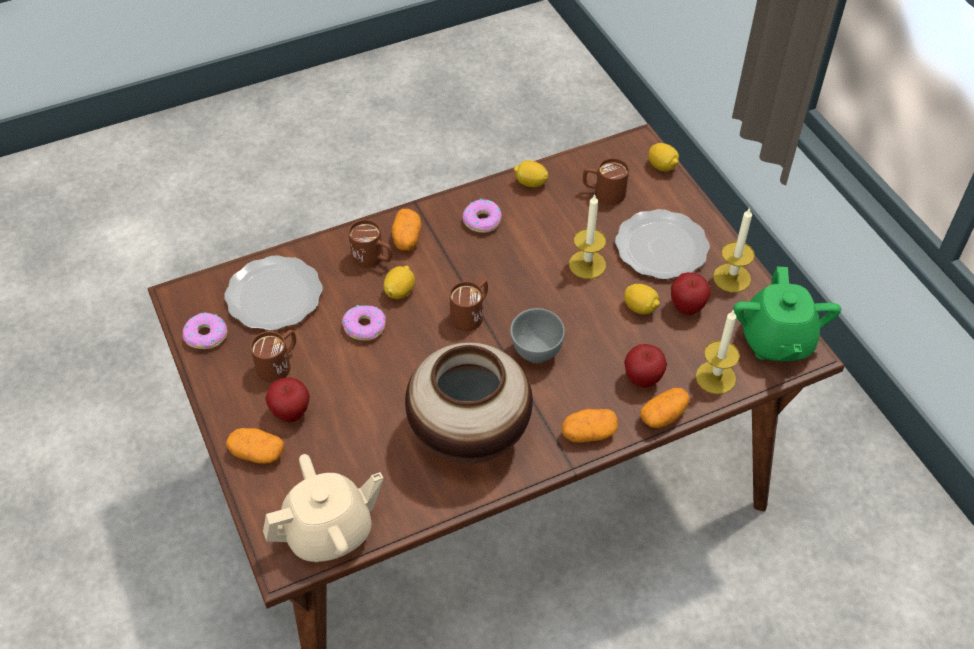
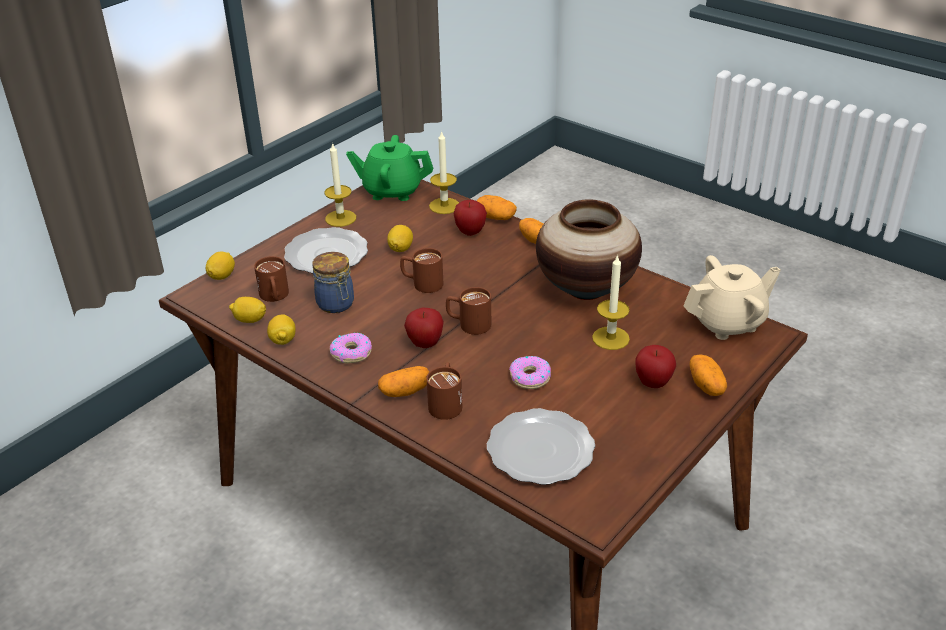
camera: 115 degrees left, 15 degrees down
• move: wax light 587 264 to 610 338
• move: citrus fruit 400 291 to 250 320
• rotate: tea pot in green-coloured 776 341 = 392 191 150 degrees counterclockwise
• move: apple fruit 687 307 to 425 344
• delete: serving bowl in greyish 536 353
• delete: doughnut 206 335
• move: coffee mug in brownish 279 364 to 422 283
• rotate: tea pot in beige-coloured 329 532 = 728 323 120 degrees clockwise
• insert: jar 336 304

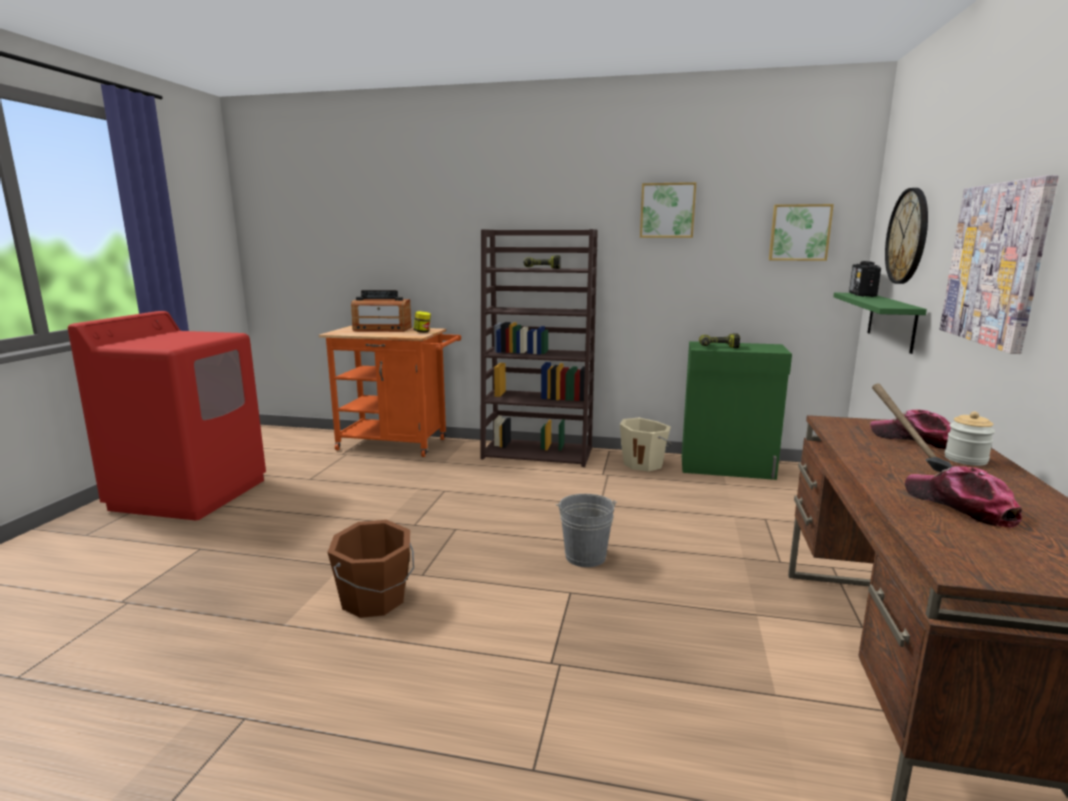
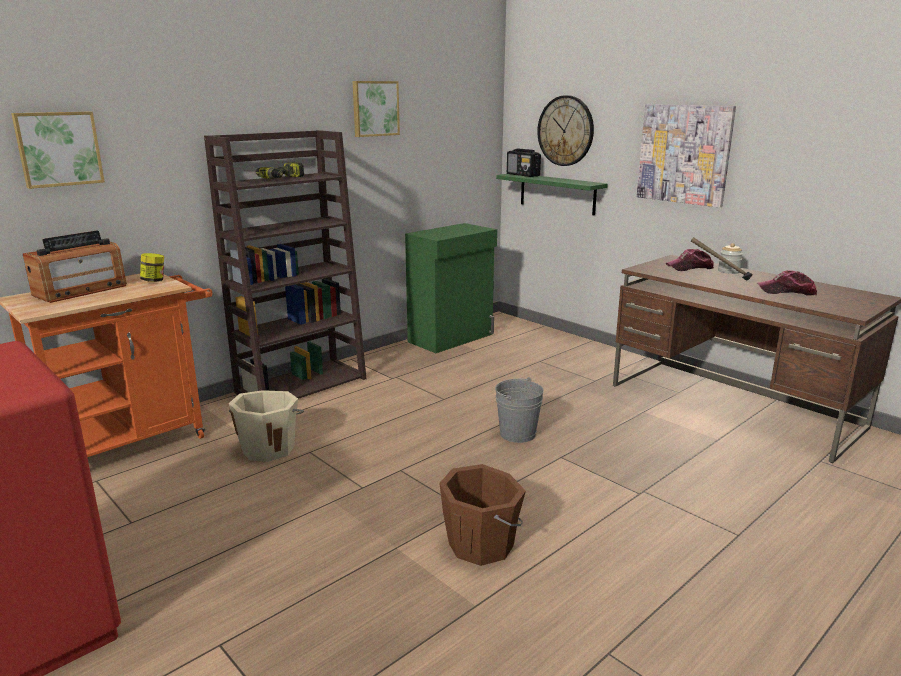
camera: 55 degrees left, 5 degrees up
• move: wall picture 799 232 to 58 149
• delete: drill 718 347
• move: water bucket in beige-coloured 644 463 to 269 448

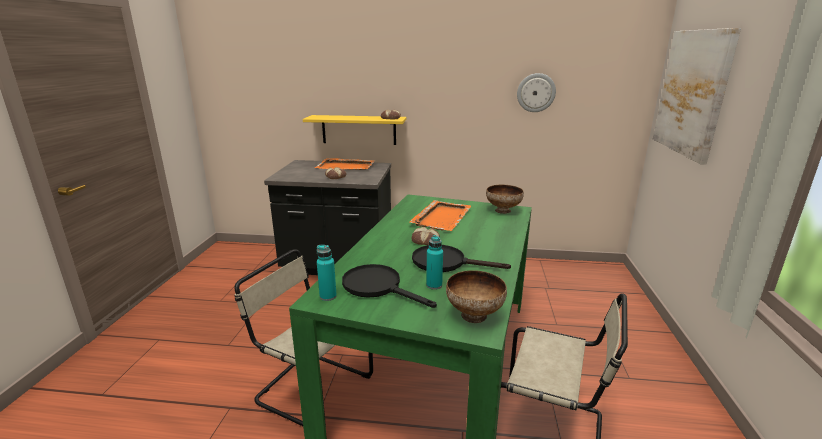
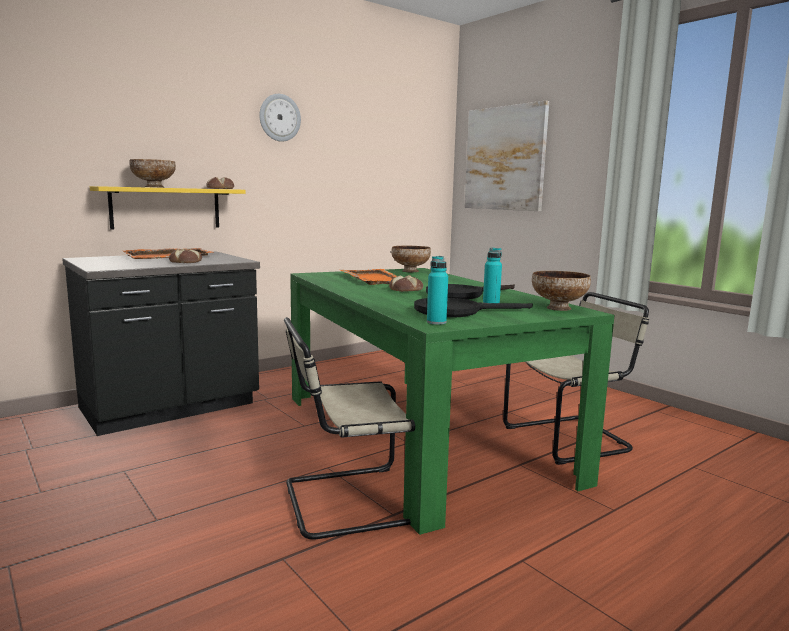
camera: 45 degrees left, 10 degrees down
• move: wall clock 536 92 to 279 117
• insert: serving bowl 153 187

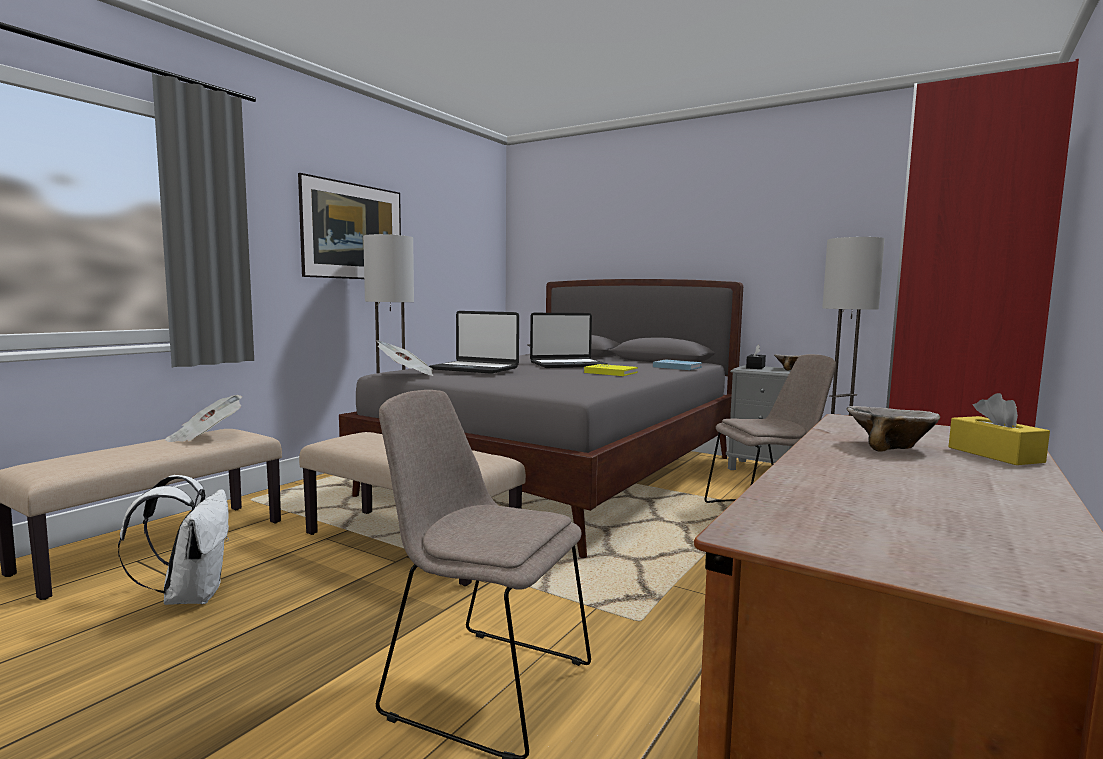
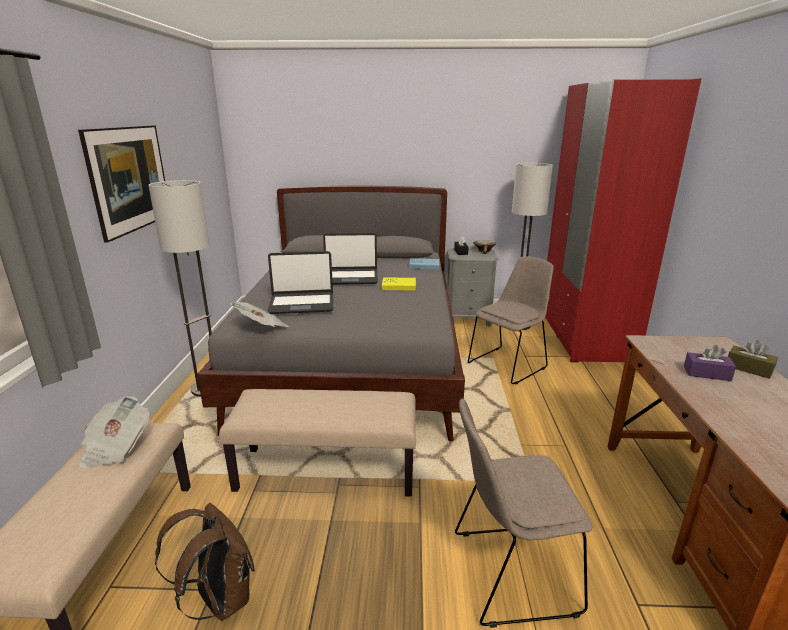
camera: 30 degrees left, 15 degrees up
• rotate: laptop 567 365 = 350 278 45 degrees clockwise
• recolor: tissue box in yellow 994 454 to tissue box in brownish 748 368
• replace: serving bowl 889 446 to tissue box in purple 706 373
• recolor: knapsack in whitish 190 596 to knapsack in brownish 219 599

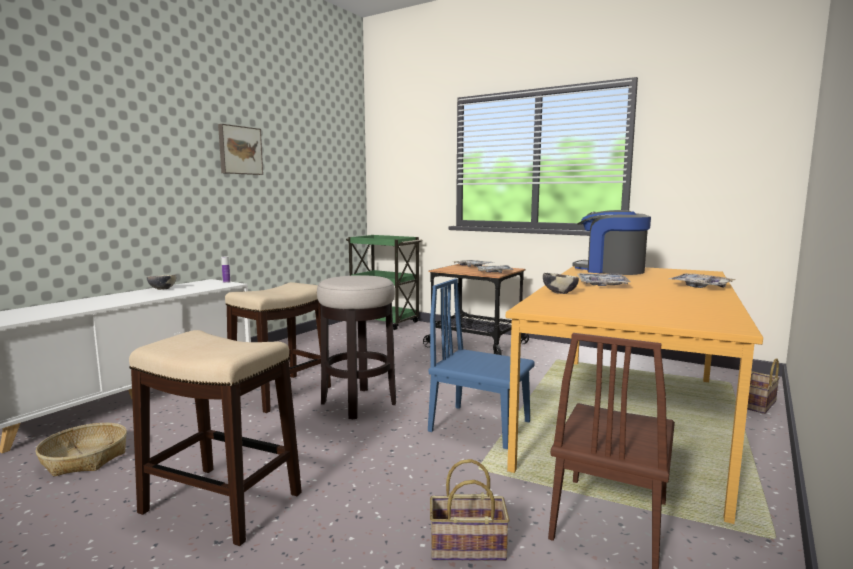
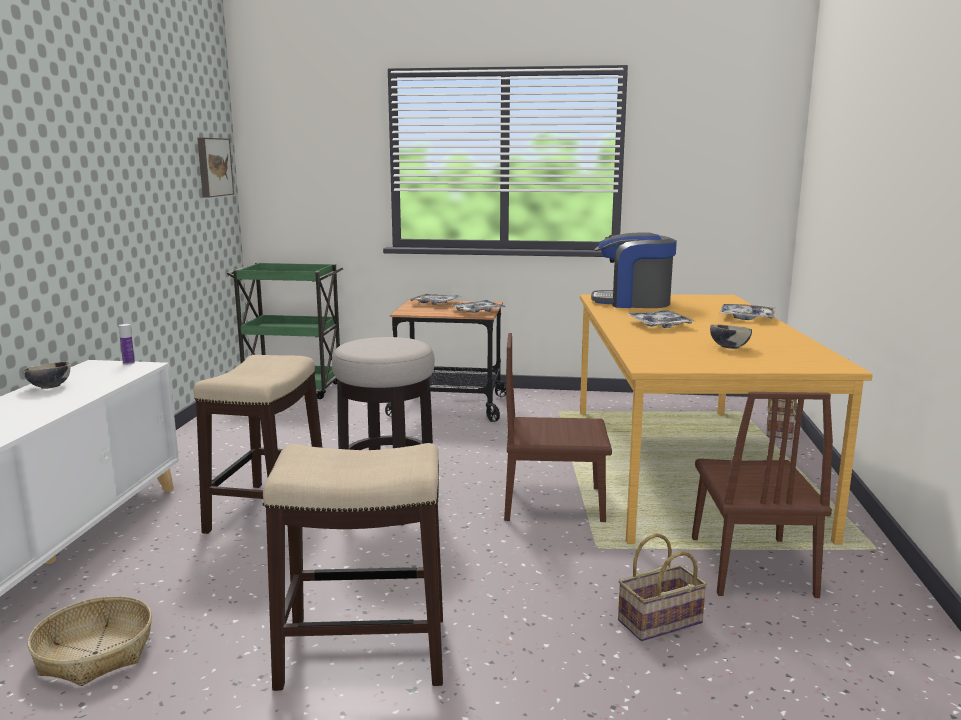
camera: 25 degrees left, 5 degrees up
• move: wall picture 239 150 to 213 167
• move: serving bowl 559 293 to 728 347
• recolor: chair in bluish 480 426 to chair in brownish 554 504

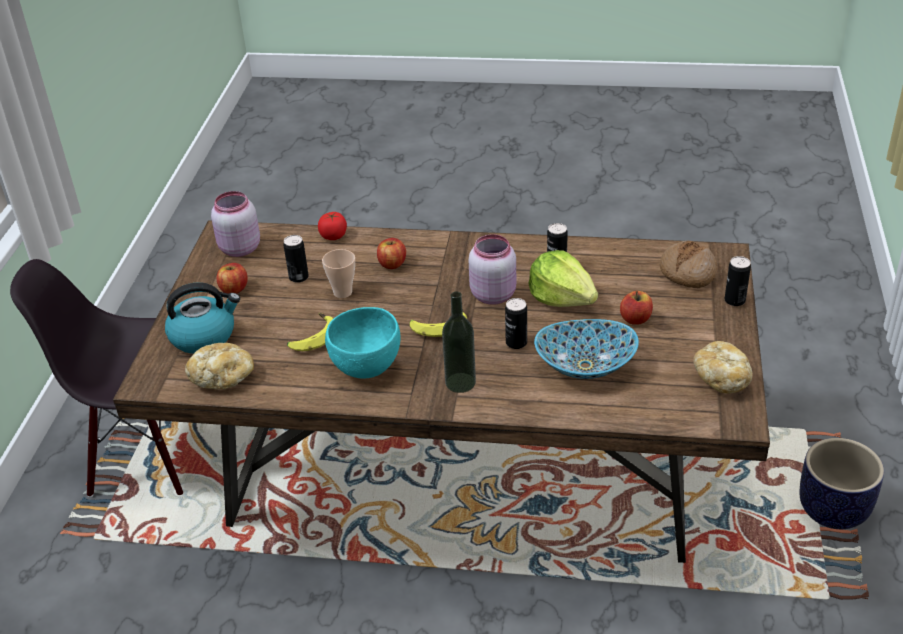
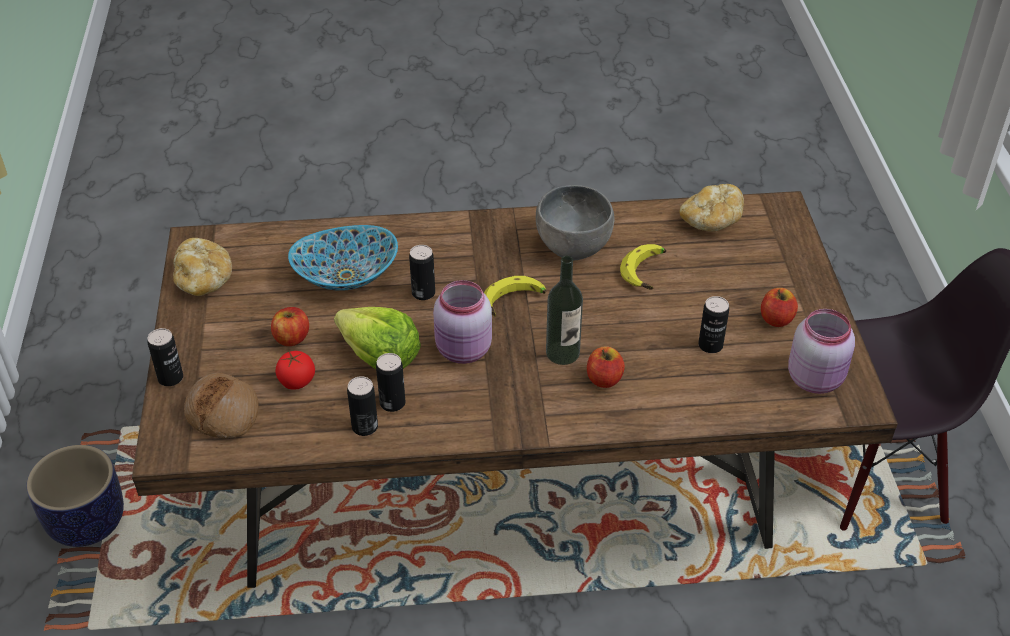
camera: 165 degrees right, 5 degrees up
• move: fresh tomato 333 236 to 296 381
• delete: drinking cup 342 292
• delete: tea kettle 204 336
• move: bottle 460 382 to 562 353
• recolor: serving bowl in turquoise 366 367 to serving bowl in greyish 573 249
• insert: can 365 427

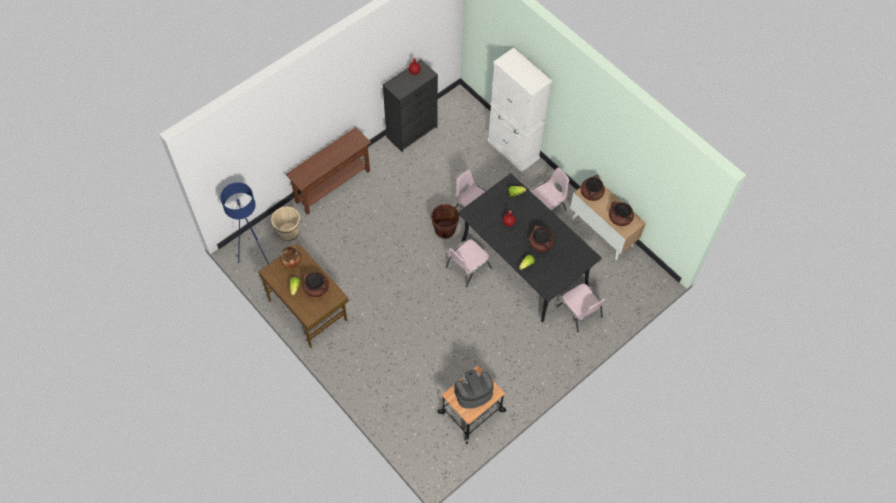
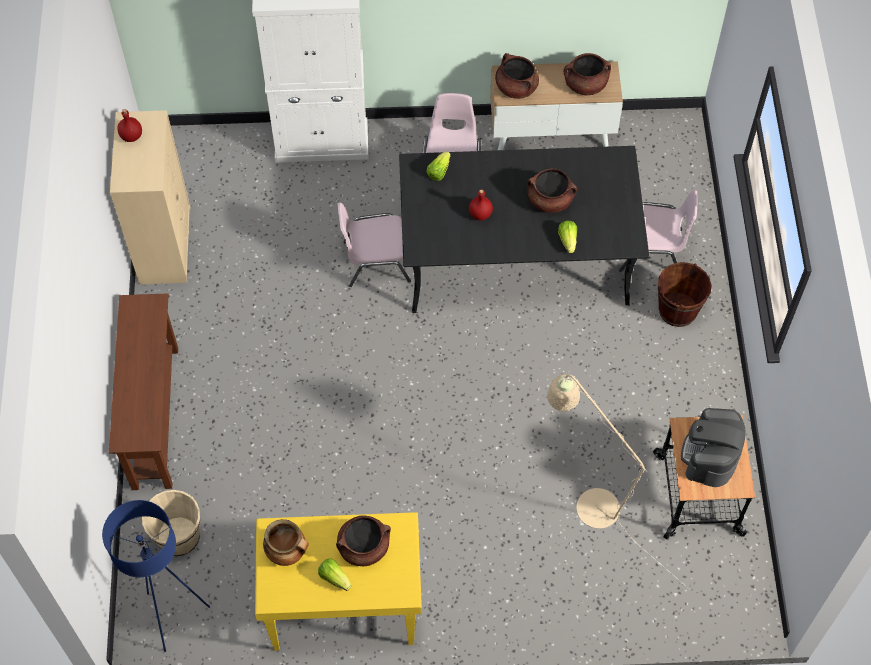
camera: 50 degrees left, 0 degrees up
• recolor: dresser in blackish 412 132 to dresser in beige-coloured 165 244
• move: water bucket in brownish 445 230 to 677 310
• delete: chair in pinkish 467 267
• recolor: desk unit in brownish 308 309 to desk unit in yellow 342 602
• insert: standing lamp in beige-coloured 589 500

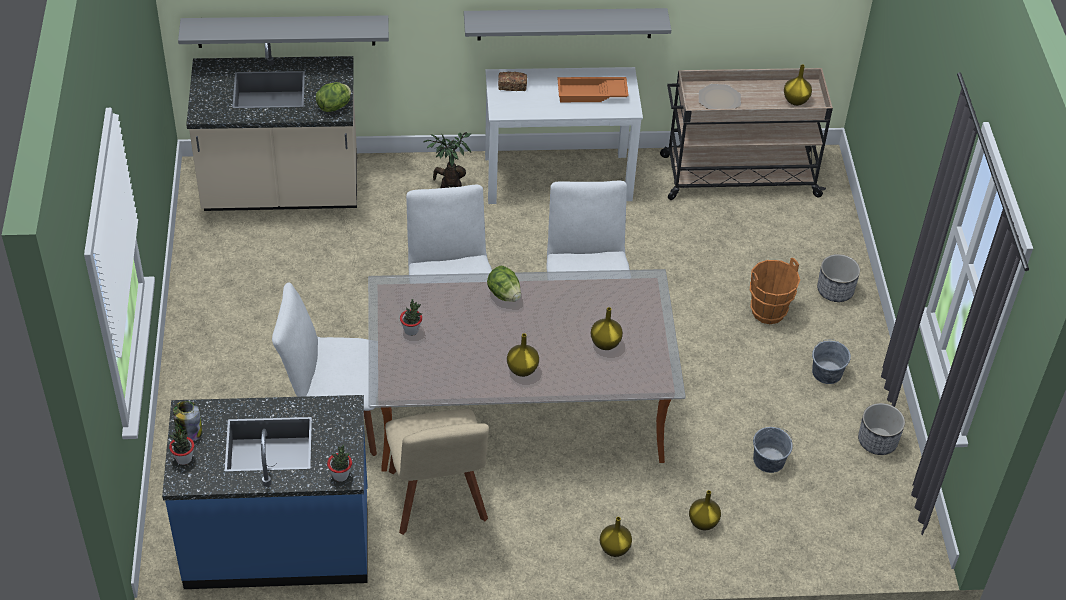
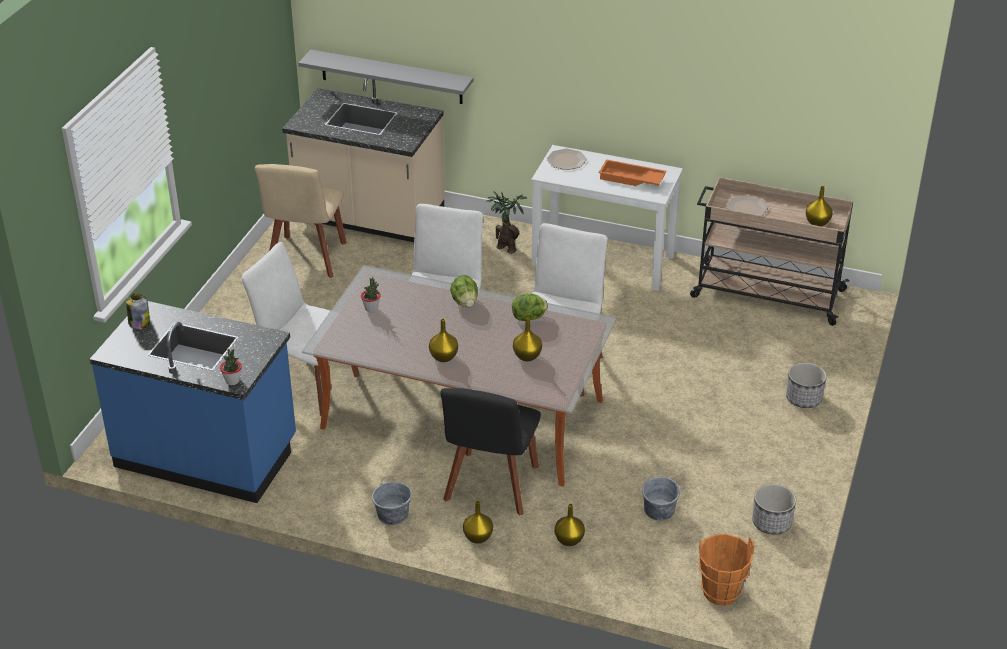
camera: 25 degrees right, 10 degrees down
• delete: wall shelf in greyish 565 24
• replace: bakery bread 512 86 to flat dish 567 160
• move: lettuce head 335 106 to 529 318
• move: water bucket in orangey 768 312 to 721 592
• move: water bucket in greyish 826 372 to 392 514
• move: chair in beige-coloured 438 500 to 306 259
• delete: potted plant 184 458
• insert: chair in blackish 491 487

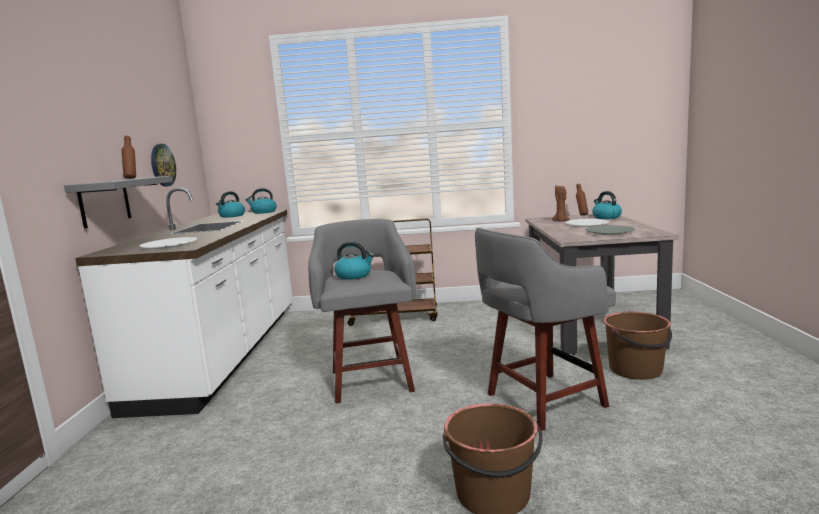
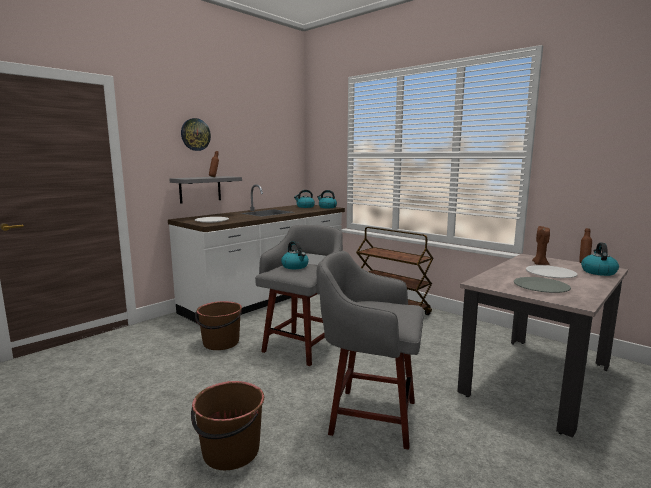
camera: 40 degrees right, 0 degrees up
• move: wall clock 162 165 to 195 134
• move: water bucket in brownish 636 370 to 221 343

